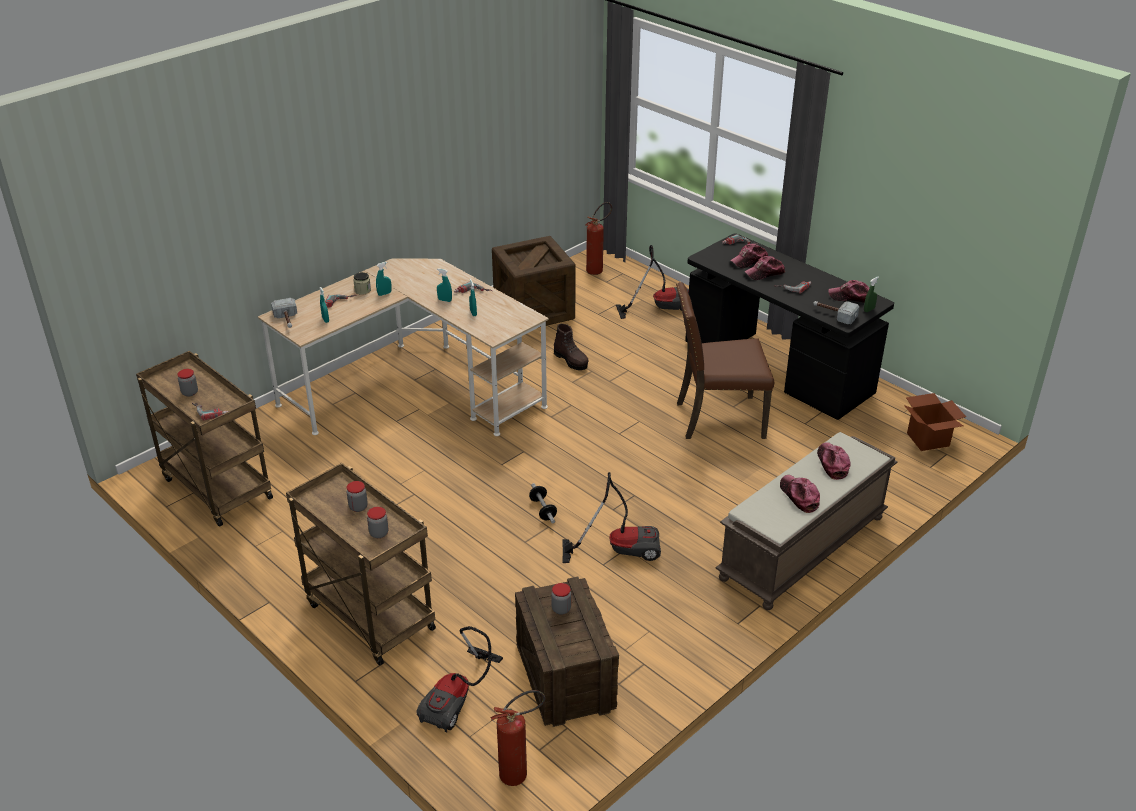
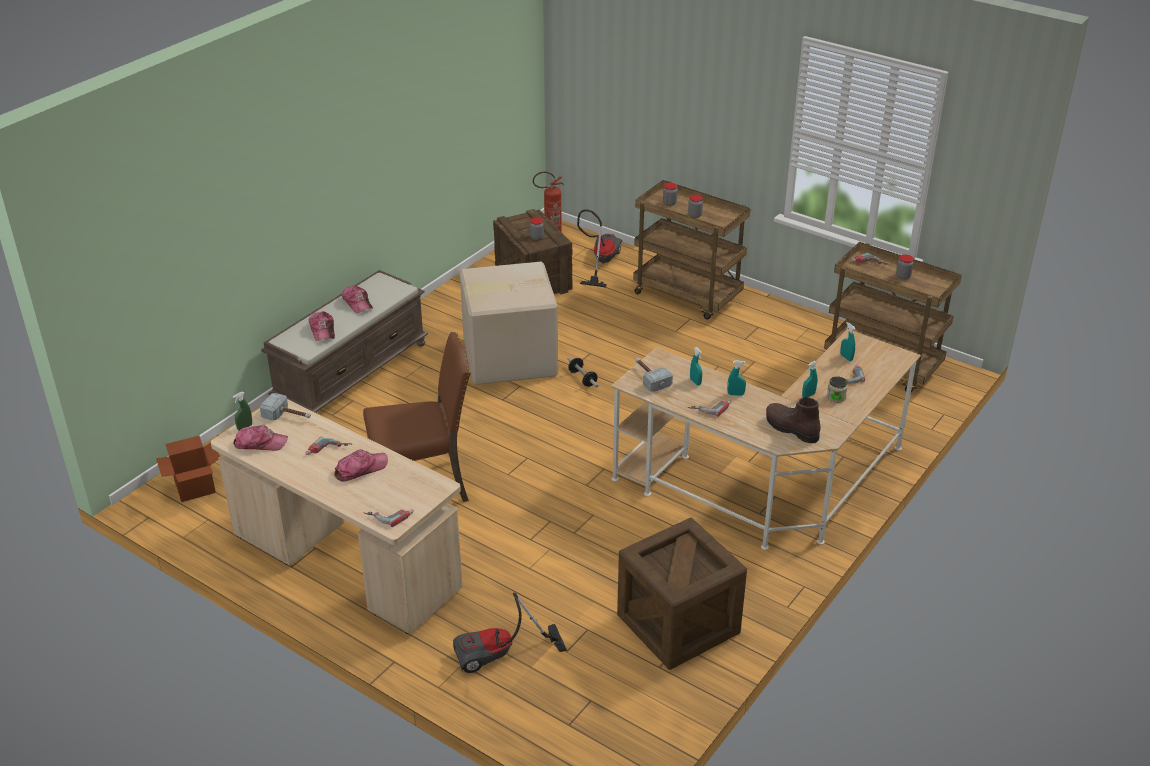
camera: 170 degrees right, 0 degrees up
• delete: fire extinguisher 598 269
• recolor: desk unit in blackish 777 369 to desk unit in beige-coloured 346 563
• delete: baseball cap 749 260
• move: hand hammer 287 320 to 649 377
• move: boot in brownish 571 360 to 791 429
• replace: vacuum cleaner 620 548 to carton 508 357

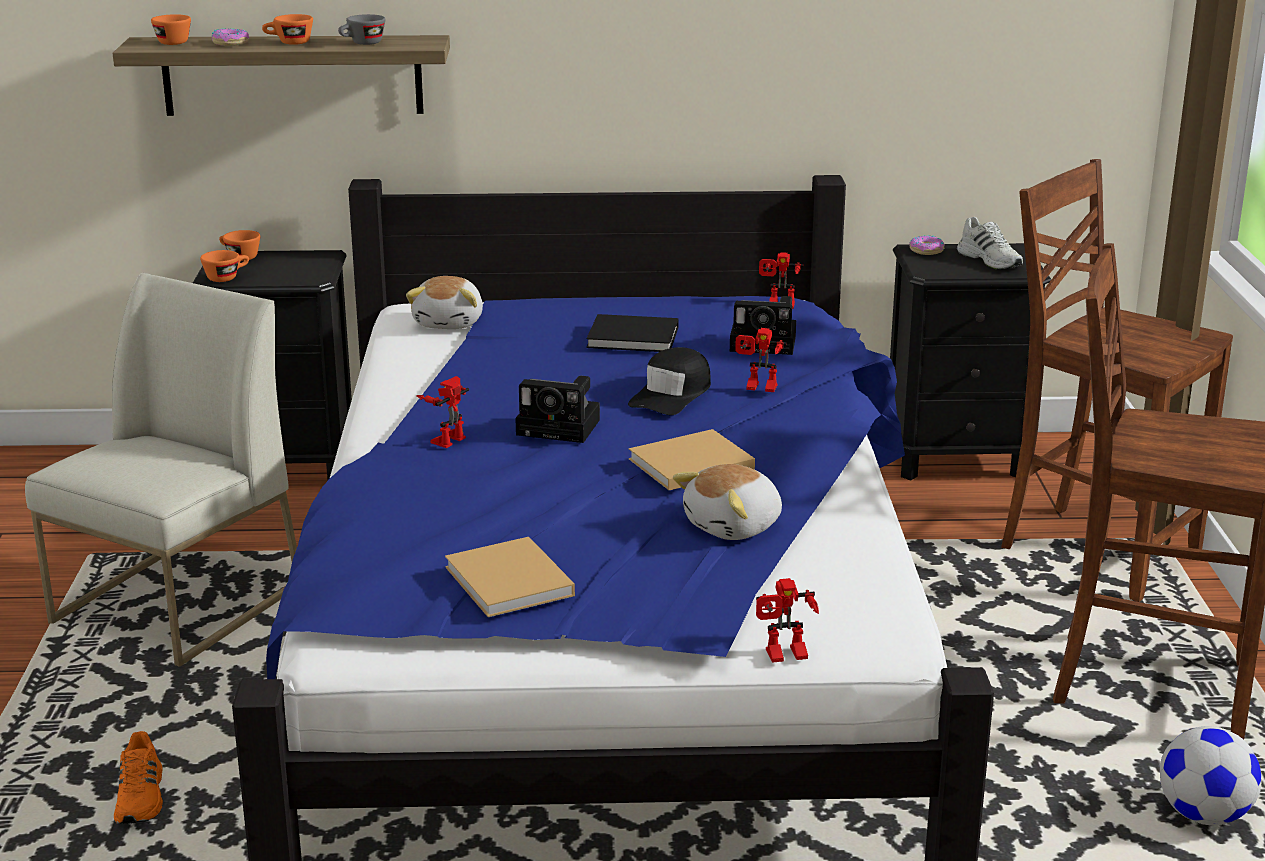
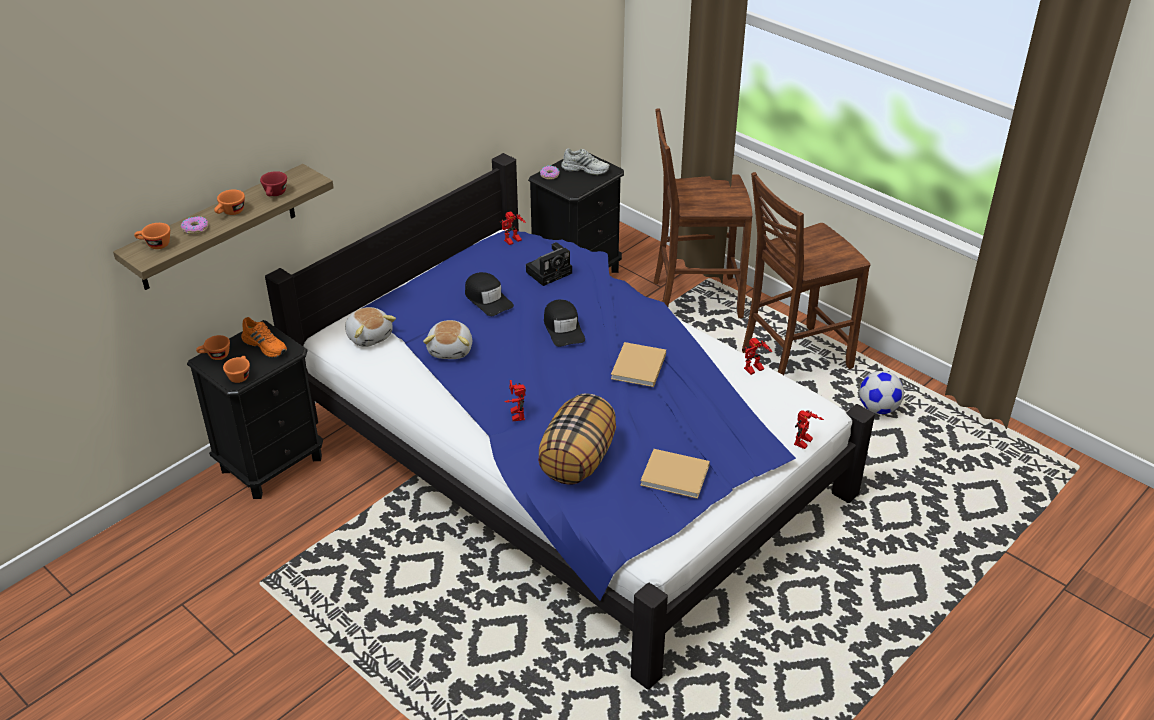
camera: 45 degrees left, 15 degrees up
• recolor: drinking cup in greyish 362 44 to drinking cup in red-coloured 275 194
• delete: chair in whitish 178 605
• replace: bound book in blackish 636 337 to baseball cap in blackish 488 299
• move: model robot 758 388 to 754 370
• delete: still camera 562 427
• move: plush toy 734 526 to 451 349
• move: item of footwear in orangey 141 797 to 266 345
• insert: pillow 578 460

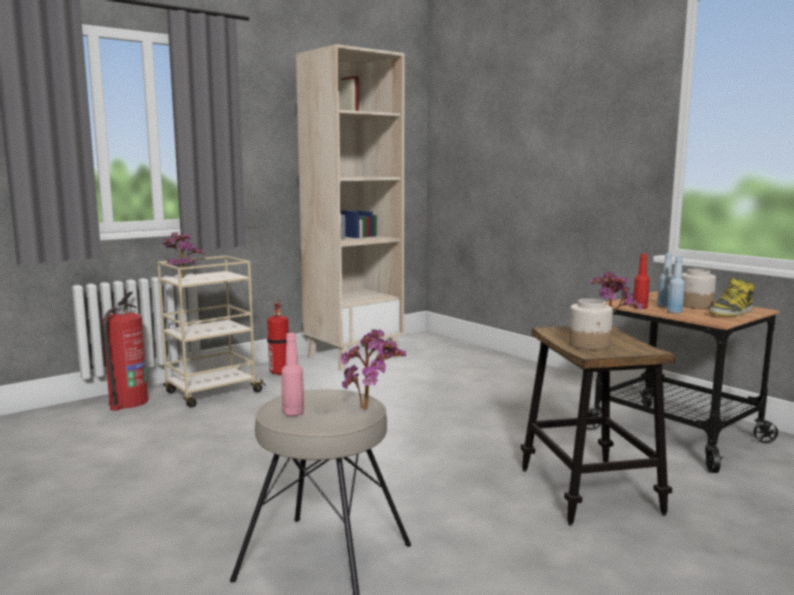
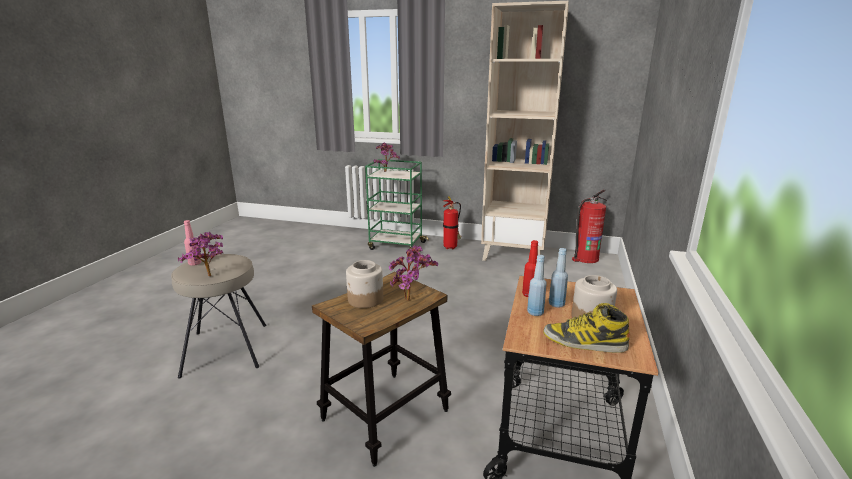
camera: 55 degrees right, 10 degrees up
• recolor: wheeled cart in beige-coloured 212 393 to wheeled cart in green-coloured 396 246
• move: fire extinguisher 127 402 to 585 258

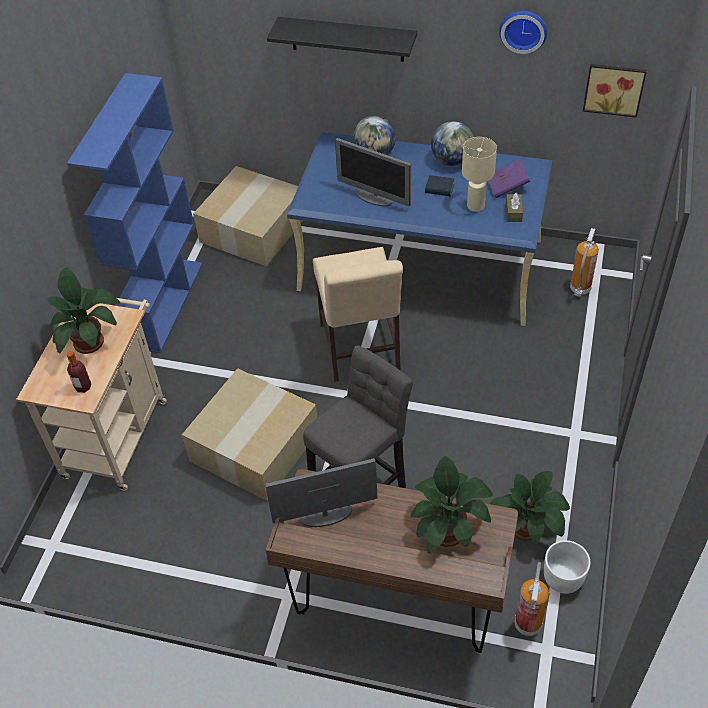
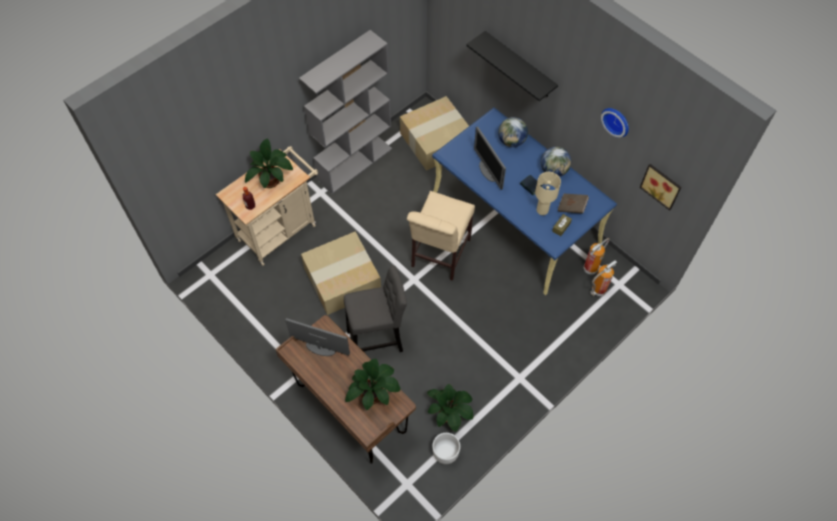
camera: 30 degrees right, 10 degrees up
• recolor: bookshelf in bluish 165 303 to bookshelf in greyish 355 164
• recolor: bound book in purple 507 187 to bound book in brownish 572 207
• move: fire extinguisher 528 622 to 591 268

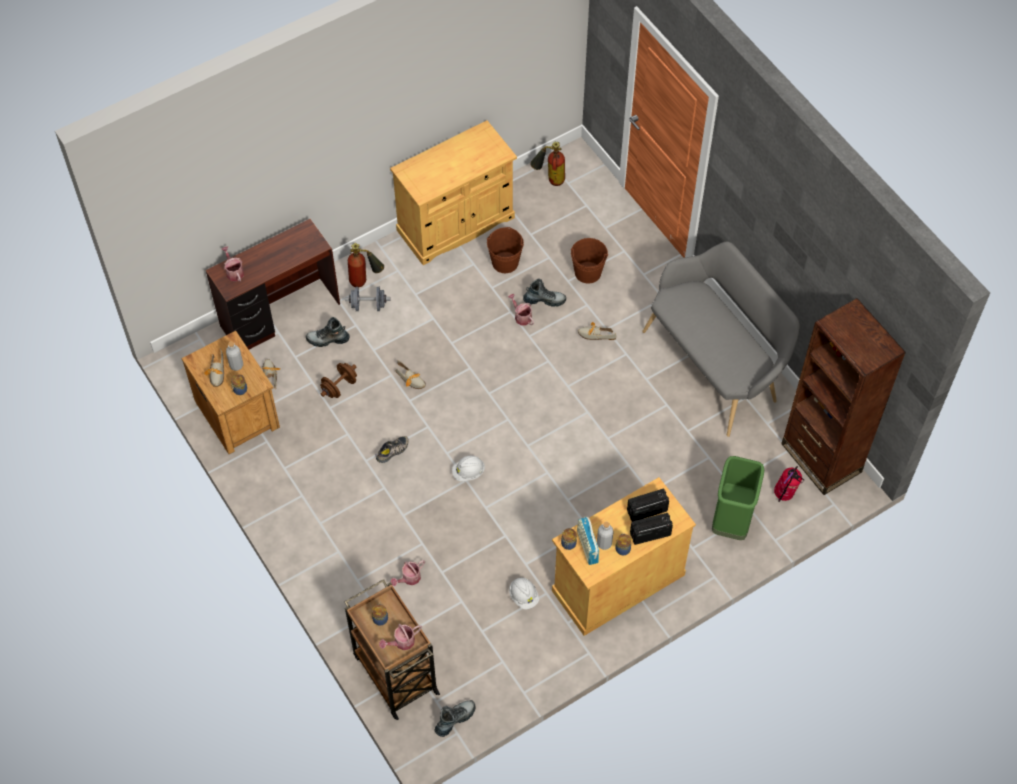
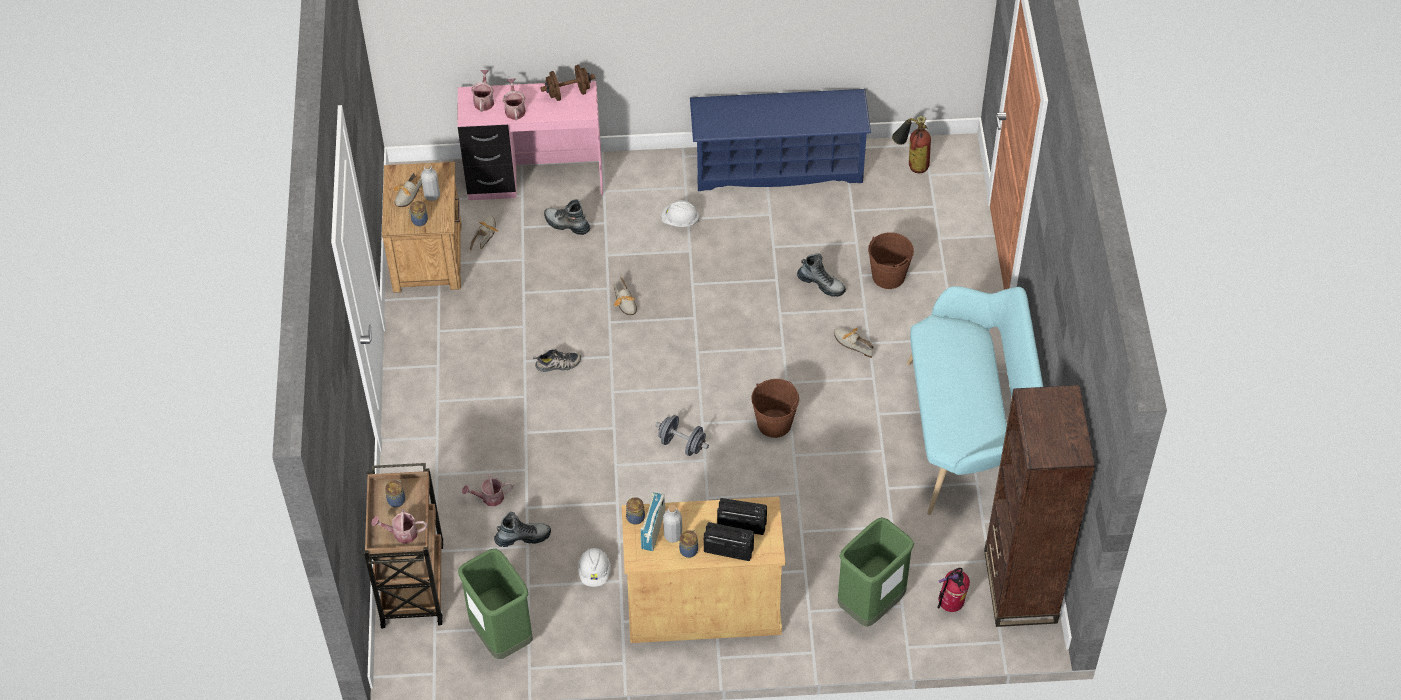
camera: 30 degrees right, 5 degrees down
• replace: storage cabinet in beige-coloured 456 224 to shoe shelf in bluish 778 166
• recolor: desk unit in brownish 281 316 to desk unit in pinkish 535 180
• move: water bucket in brownish 505 262 to 774 423
• recolor: bench in greyish 716 365 to bench in turquoise 966 434
• delete: fire extinguisher 365 281
• move: hand weight in greyish 368 305 to 682 444
• move: watering pot 521 316 to 514 109
• move: hand weight in brownish 339 387 to 568 93
• move: safety helmet in whitish 468 472 to 680 220
• move: boot 455 719 to 523 537
• insert: trash can in green-coloured 501 636

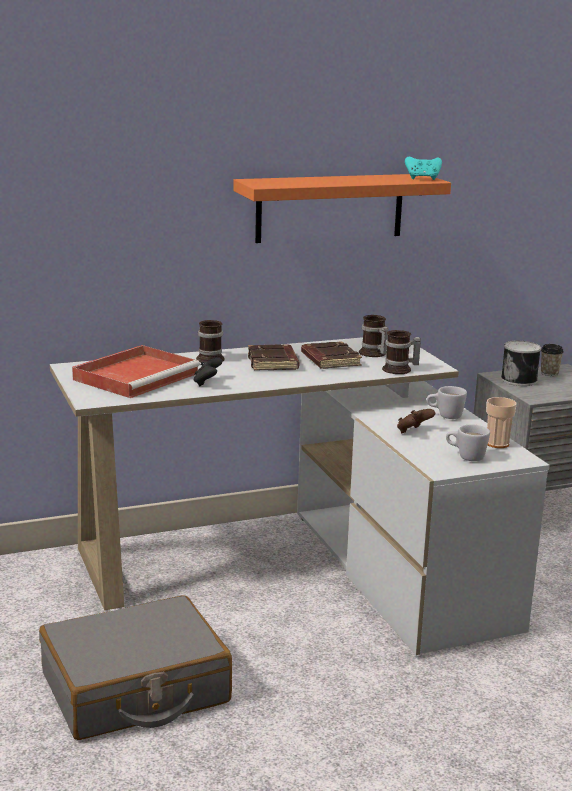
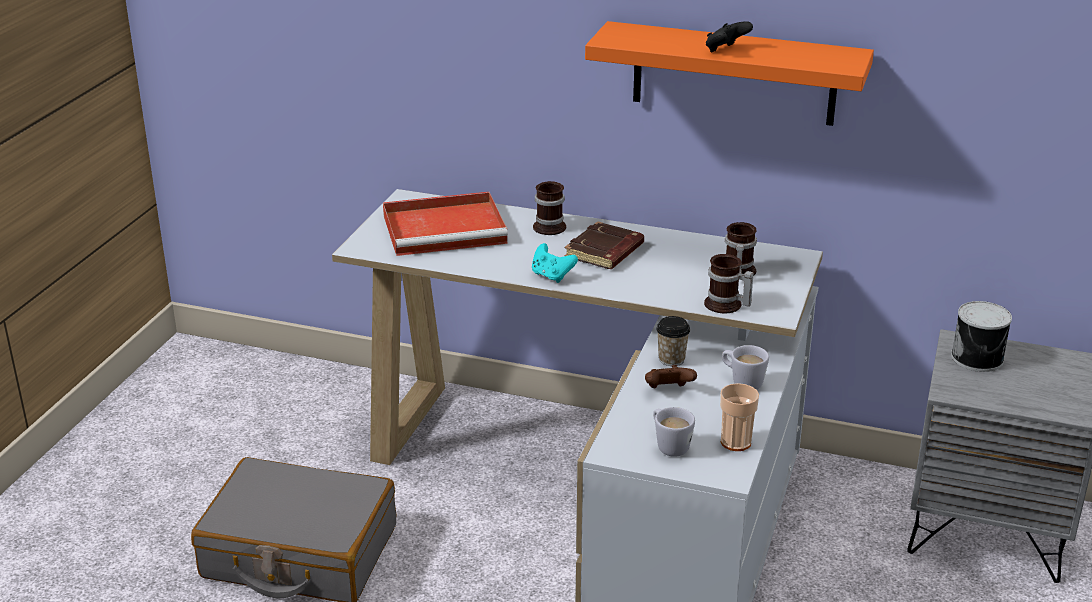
camera: 40 degrees right, 10 degrees up
• move: game controller in turquoise 422 178 to 552 276
• delete: bound book in brownish 329 360
• move: drinking cup 549 373 to 671 359
• move: game controller in blackish 207 383 to 725 50

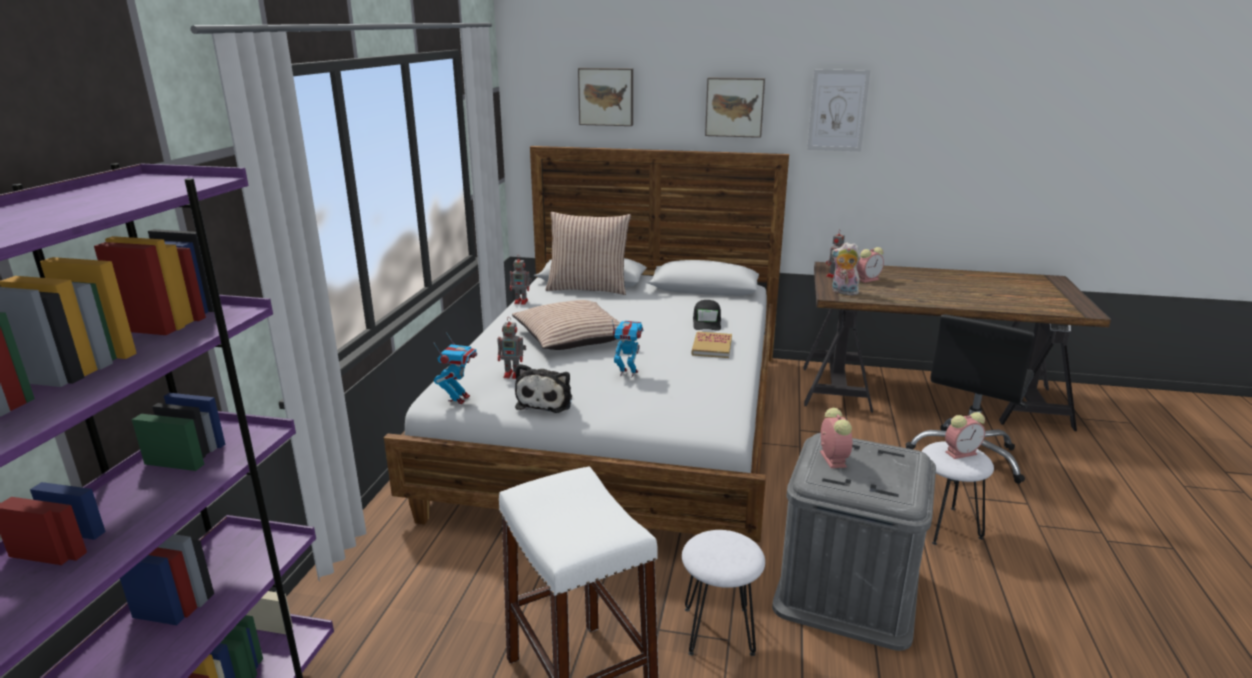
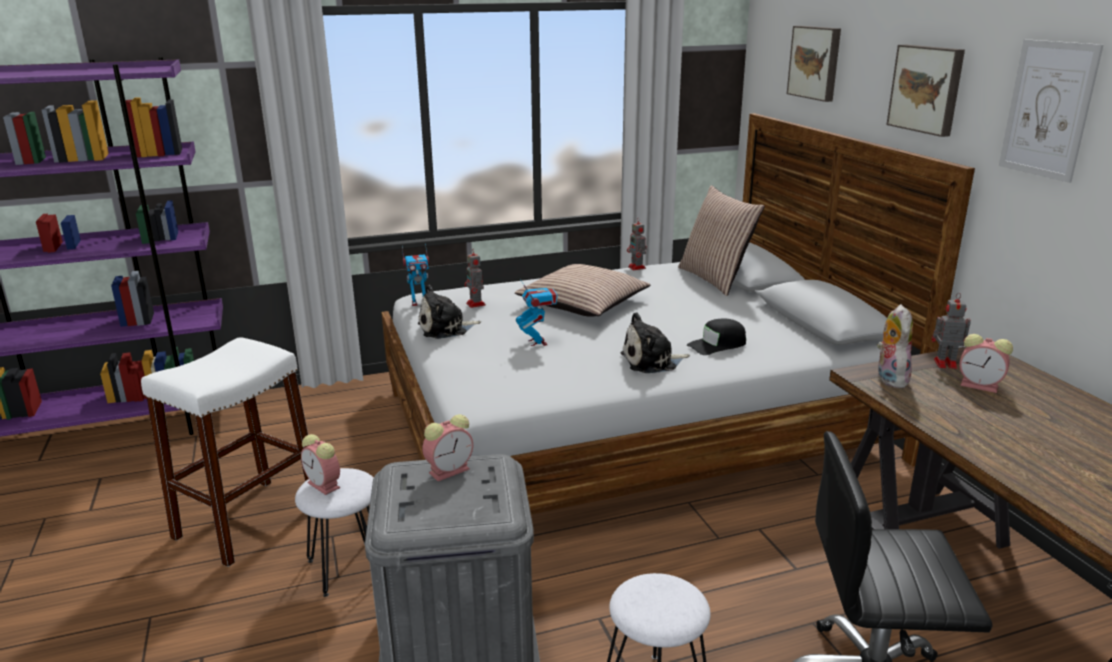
camera: 60 degrees right, 0 degrees up
• replace: bound book 712 347 to plush toy 652 361
• move: alarm clock 961 453 to 325 485

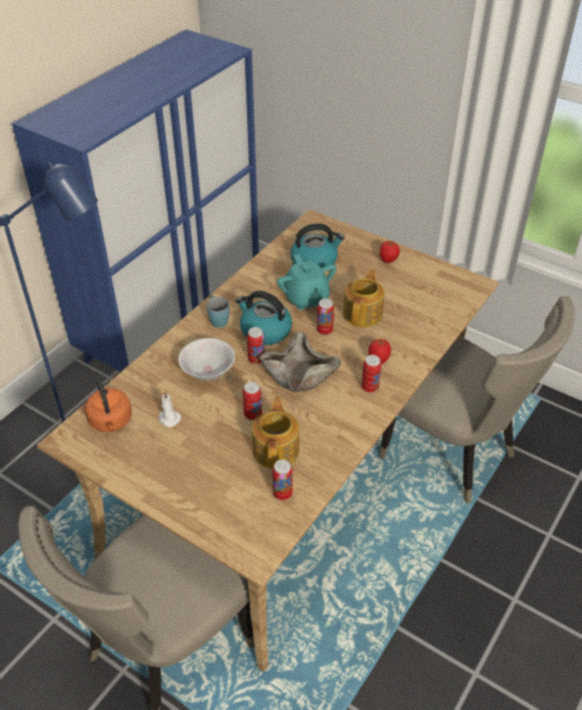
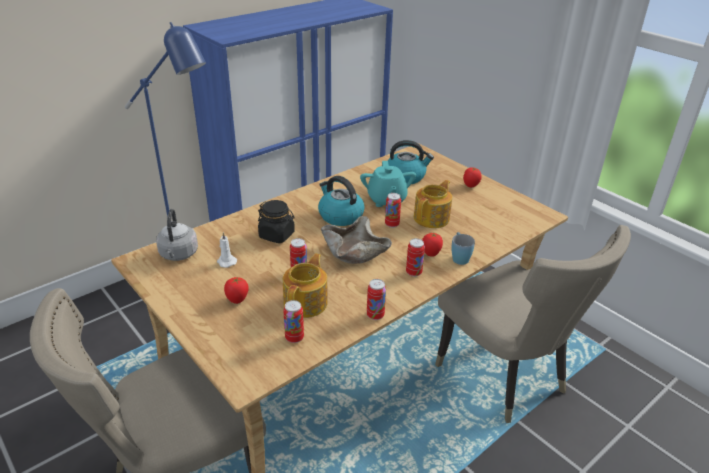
camera: 15 degrees right, 10 degrees down
• move: coffee mug in bluish 217 319 to 459 257
• move: can 256 359 to 375 315
• replace: serving bowl in whitish 207 372 to jar in blackish 277 235
• recolor: tea kettle in orangey 111 422 to tea kettle in greyish 178 255
• insert: fresh tomato 237 300

